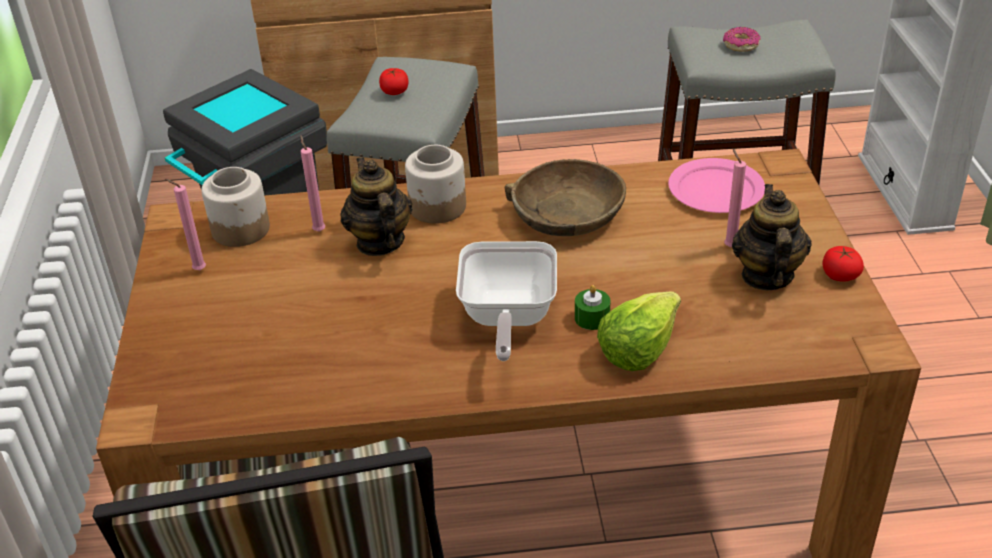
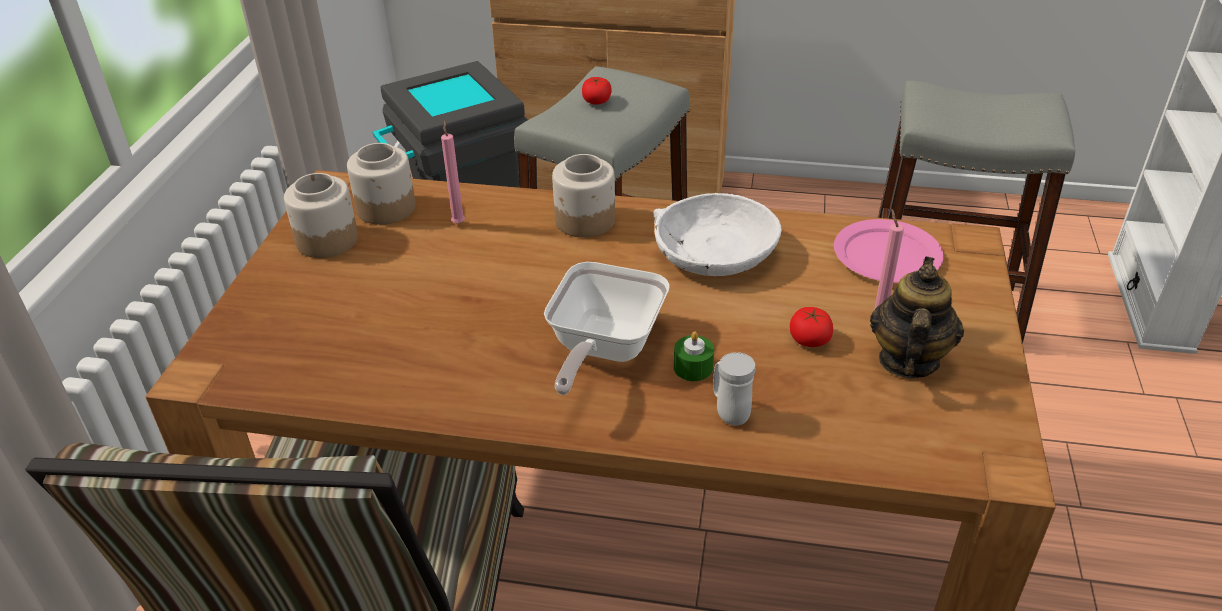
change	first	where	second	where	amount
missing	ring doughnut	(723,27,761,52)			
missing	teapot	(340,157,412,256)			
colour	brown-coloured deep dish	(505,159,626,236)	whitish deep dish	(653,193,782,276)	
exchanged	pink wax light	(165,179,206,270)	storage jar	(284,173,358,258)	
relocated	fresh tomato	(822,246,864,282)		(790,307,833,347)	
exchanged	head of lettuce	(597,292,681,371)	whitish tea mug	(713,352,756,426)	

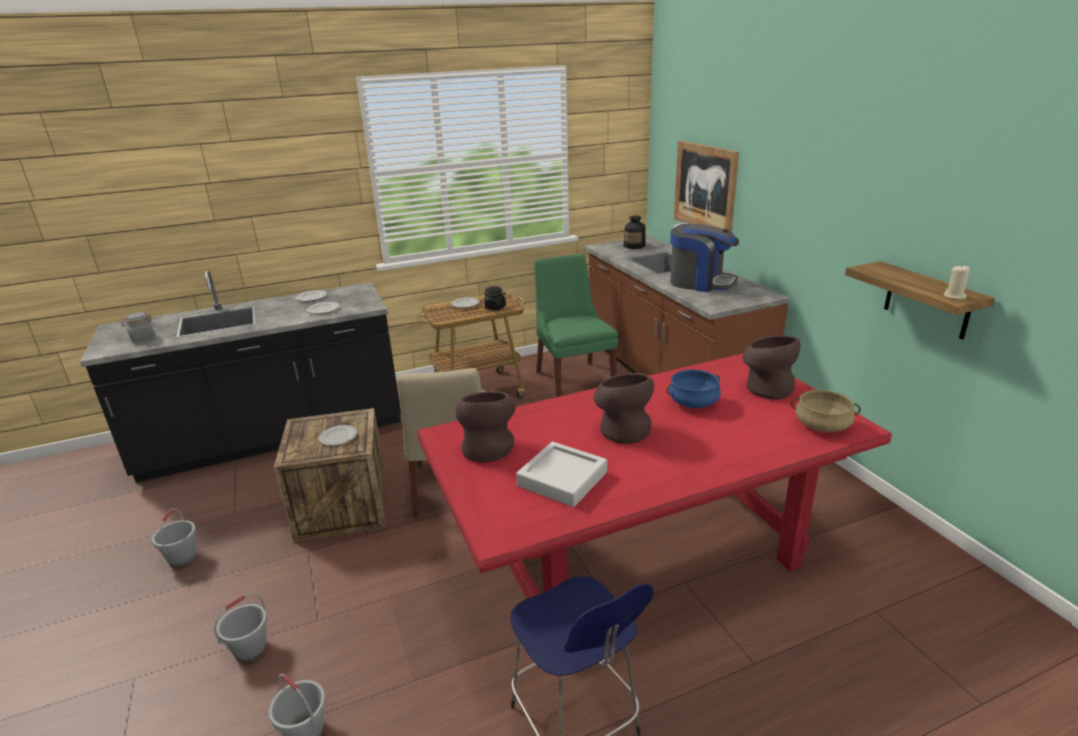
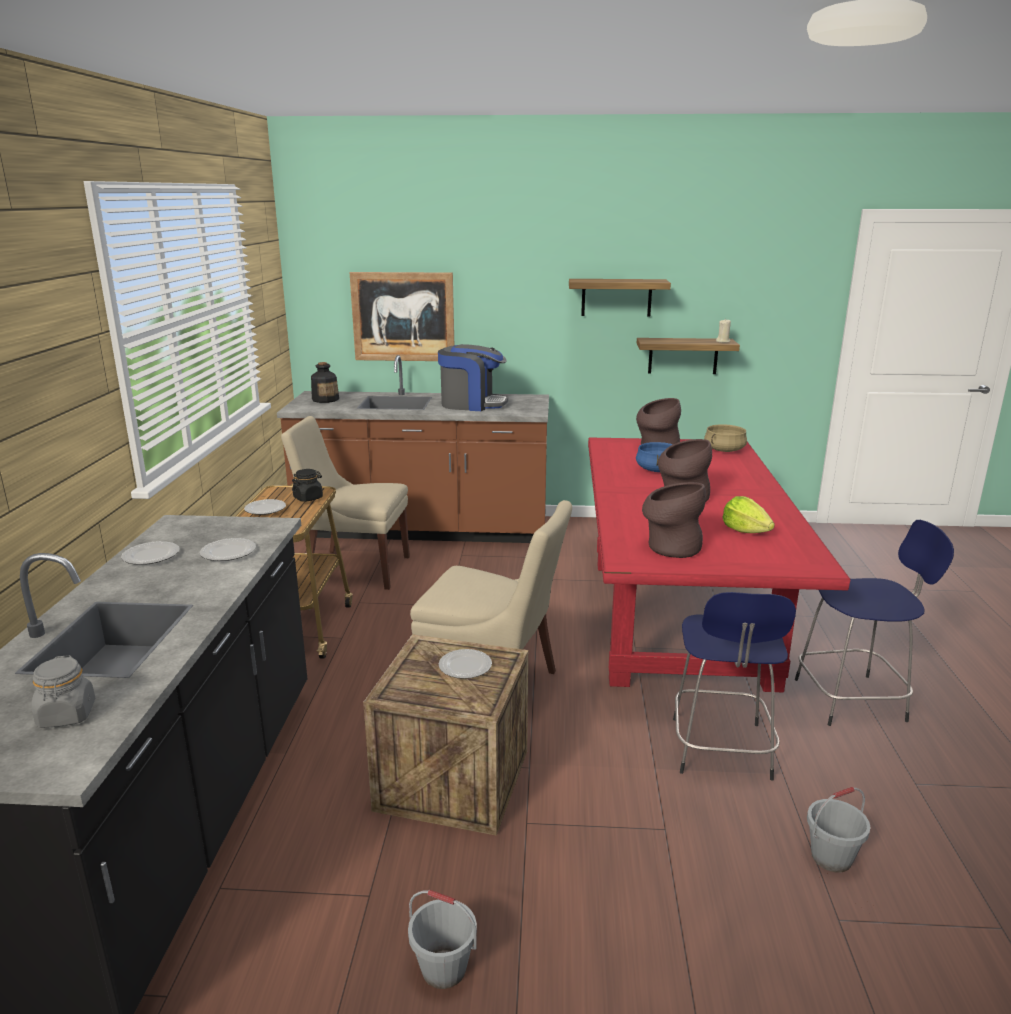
change	first	where	second	where	amount
spun	coffee machine	(670,224,739,292)		(438,344,508,411)	45 degrees clockwise
colour	greenish chair	(534,254,618,397)	beige-coloured chair	(281,416,410,590)	
exchanged	greyish serving tray	(516,442,607,507)	head of lettuce	(723,496,775,533)	
missing	greyish bucket	(214,594,267,662)			
appeared			shelf	(569,279,671,317)	
appeared			bluish sitting stool	(673,592,796,780)	

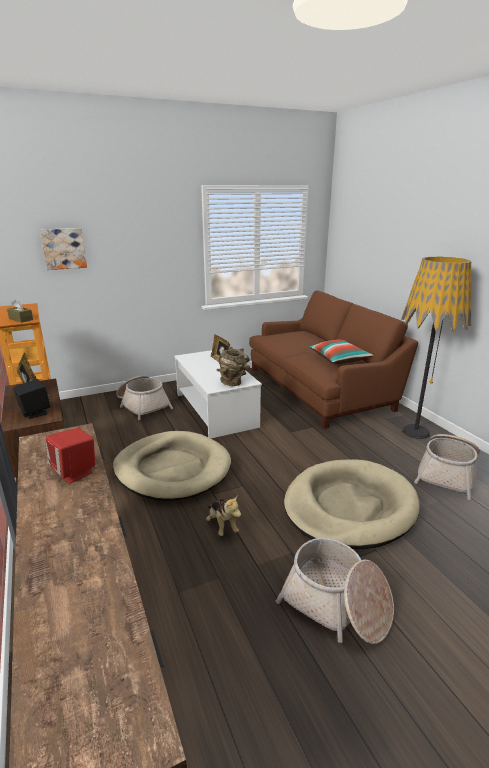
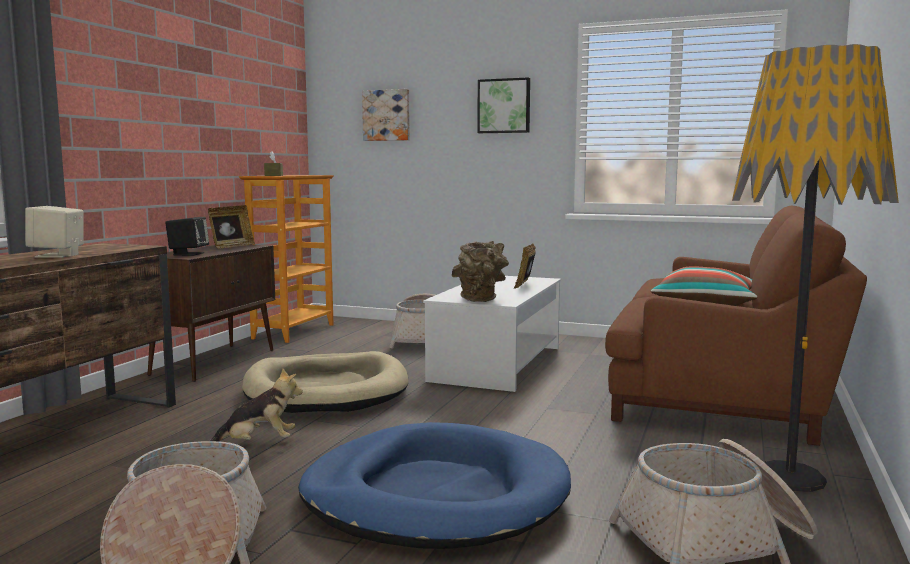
change	first	where	second	where	amount
colour	red loudspeaker	(46,428,95,484)	beige-coloured loudspeaker	(25,206,84,258)	
colour	beige-coloured dog bed	(284,459,420,550)	bluish dog bed	(298,422,571,549)	
spun	plush toy	(206,495,241,536)		(210,368,303,442)	120 degrees counterclockwise
appeared			wall picture	(477,77,530,133)	

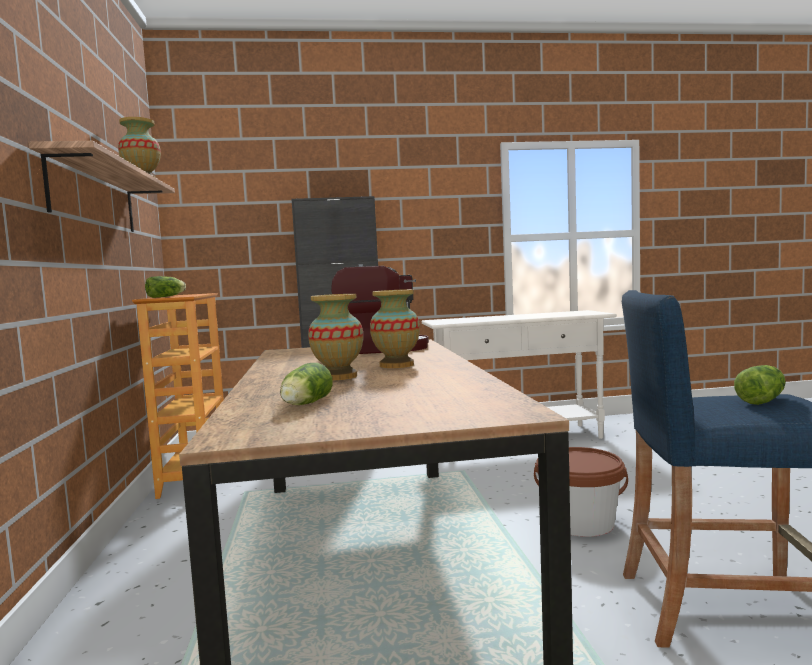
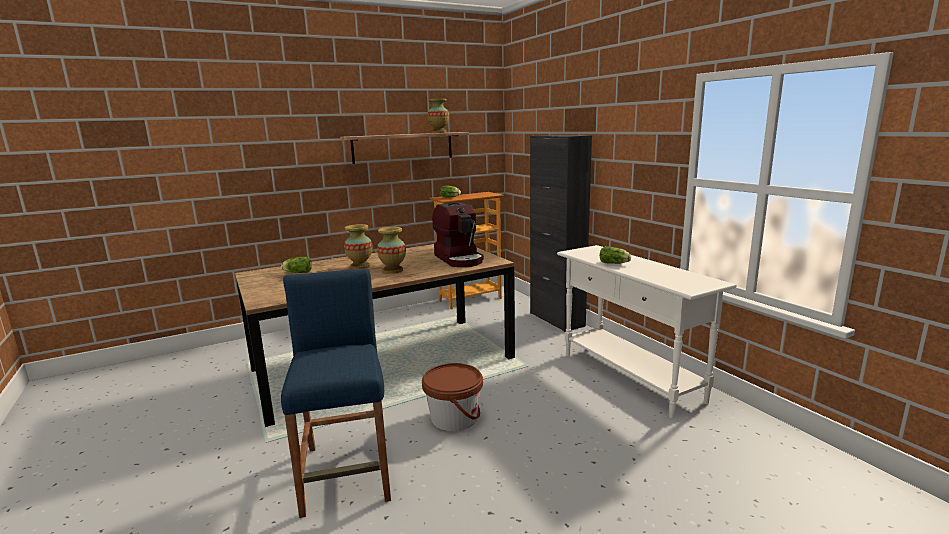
change	first	where	second	where	amount
relocated	head of lettuce	(734,365,786,405)		(600,246,631,264)	

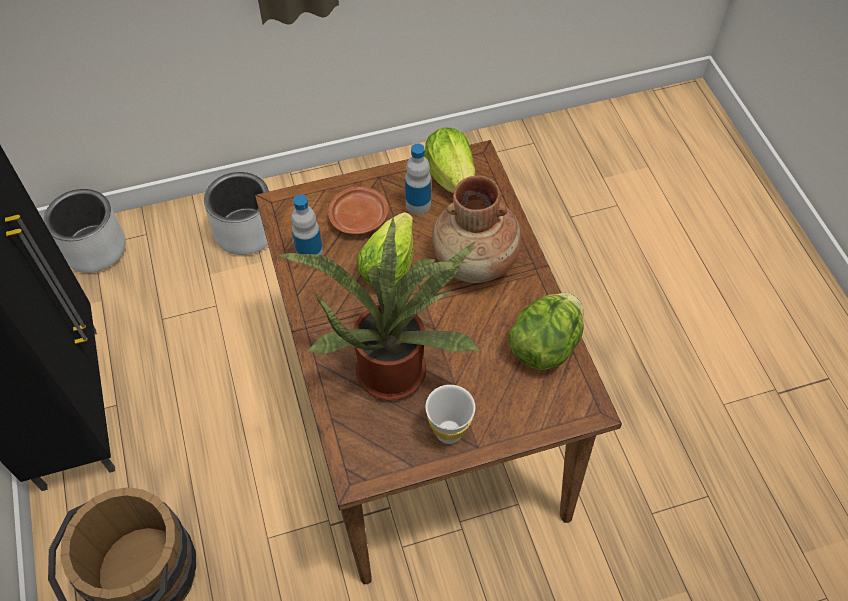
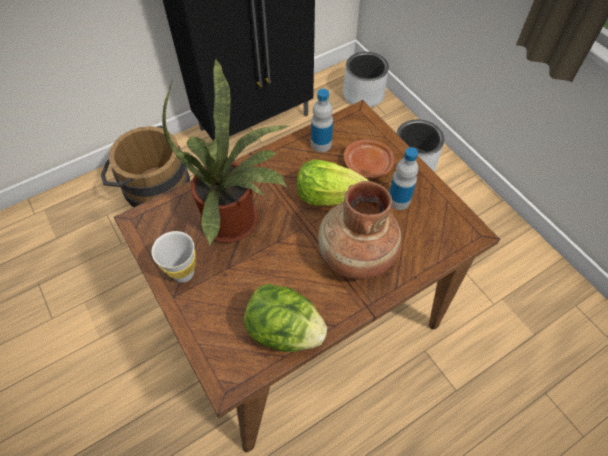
change	first	where	second	where	amount
missing	head of lettuce	(424,127,475,193)			

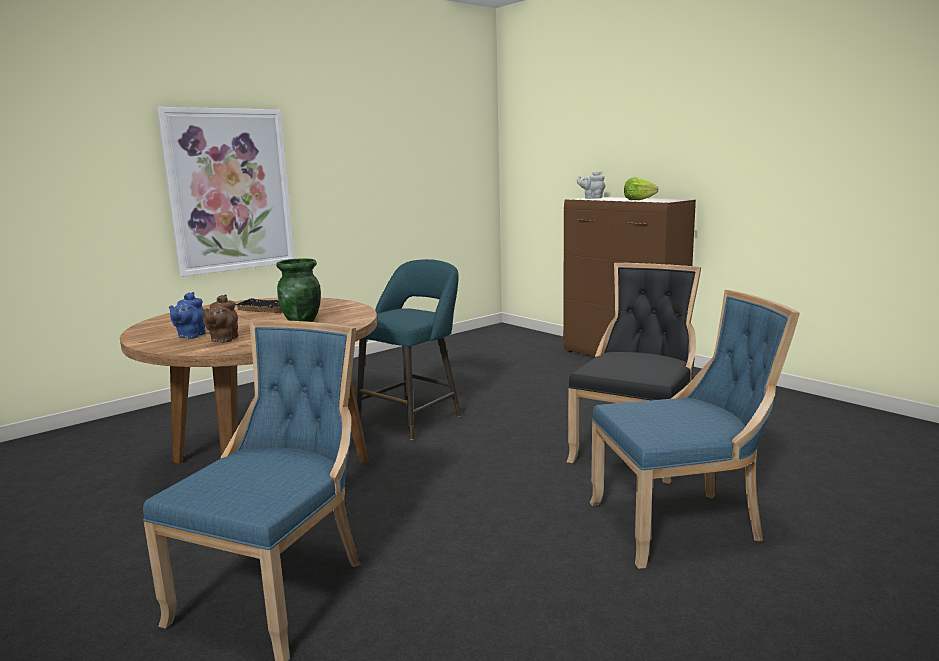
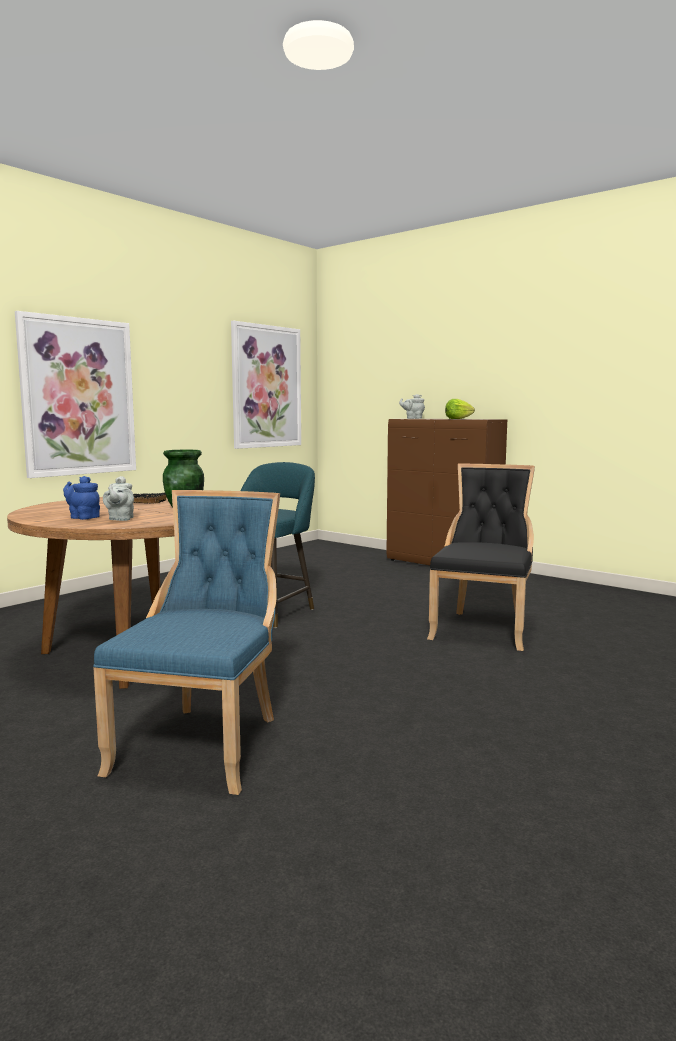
change	first	where	second	where	amount
missing	bluish chair	(590,290,800,569)			
spun	bluish teapot	(169,292,206,339)		(63,476,100,520)	120 degrees clockwise
colour	brown-coloured teapot	(203,294,238,343)	greyish teapot	(103,476,134,521)	
appeared			wall picture	(231,321,301,449)	

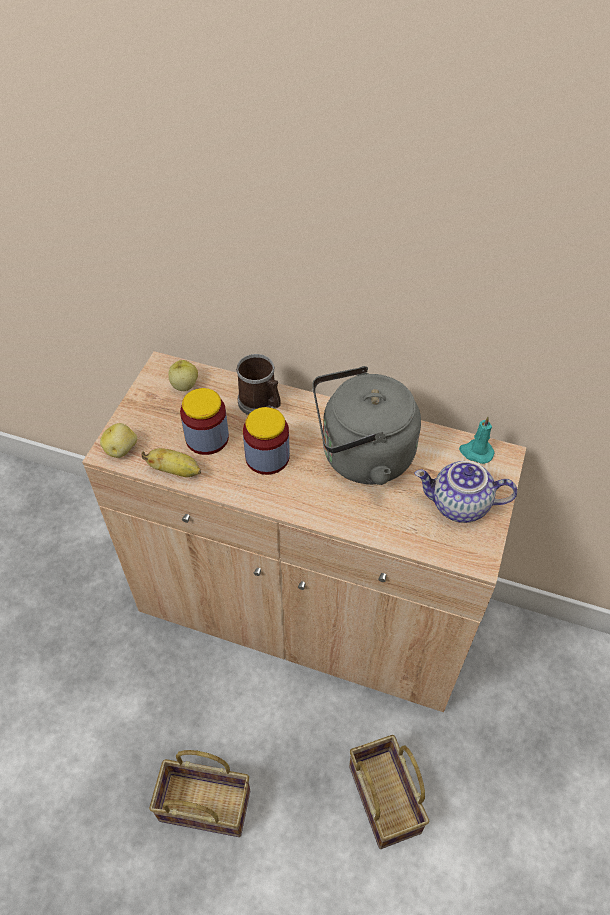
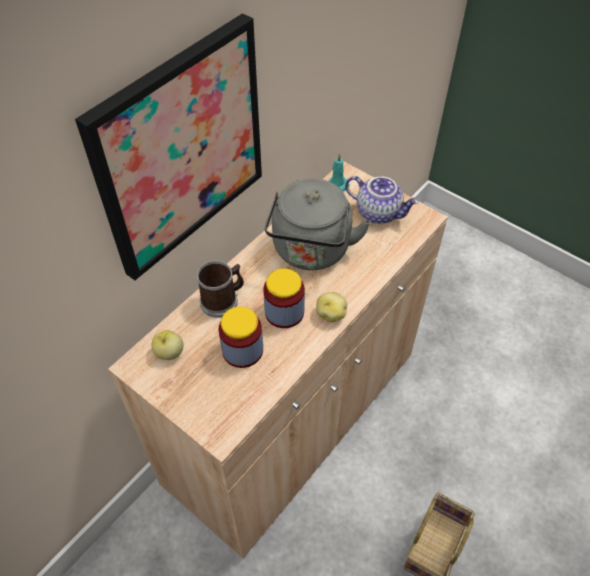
change	first	where	second	where	amount
relocated	potato	(100,423,137,458)		(316,292,347,322)	
missing	banana fruit	(141,448,201,477)			
spun	teapot	(414,461,517,523)		(345,176,419,224)	90 degrees counterclockwise
missing	storage basket	(349,735,429,849)			
appeared			wall picture	(75,13,262,280)	

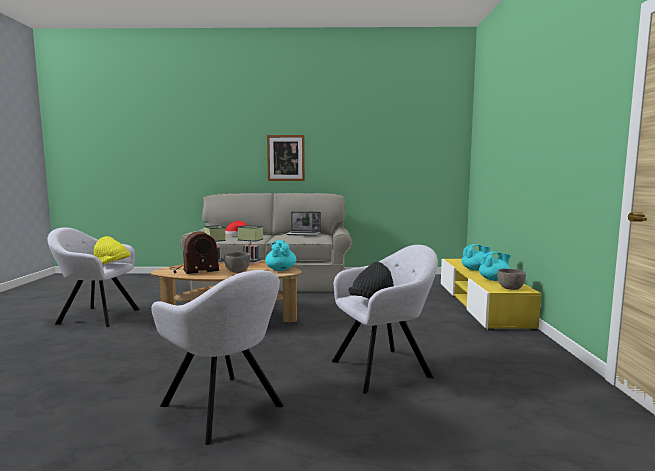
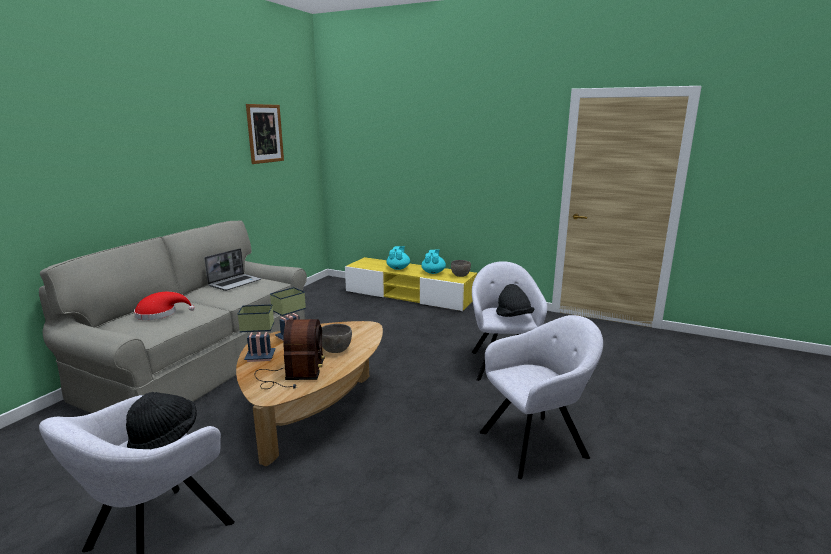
change	first	where	second	where	amount
relocated	wall picture	(267,135,305,181)		(246,104,284,164)	
colour	yellow-coloured hat	(94,236,130,264)	blackish hat	(126,392,197,449)	
missing	turquoise teapot	(265,240,296,271)			

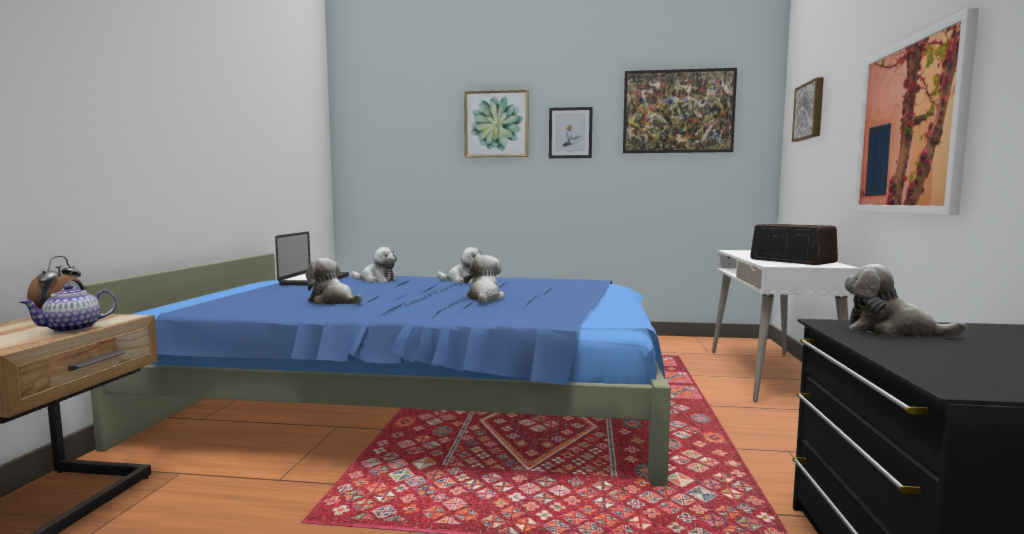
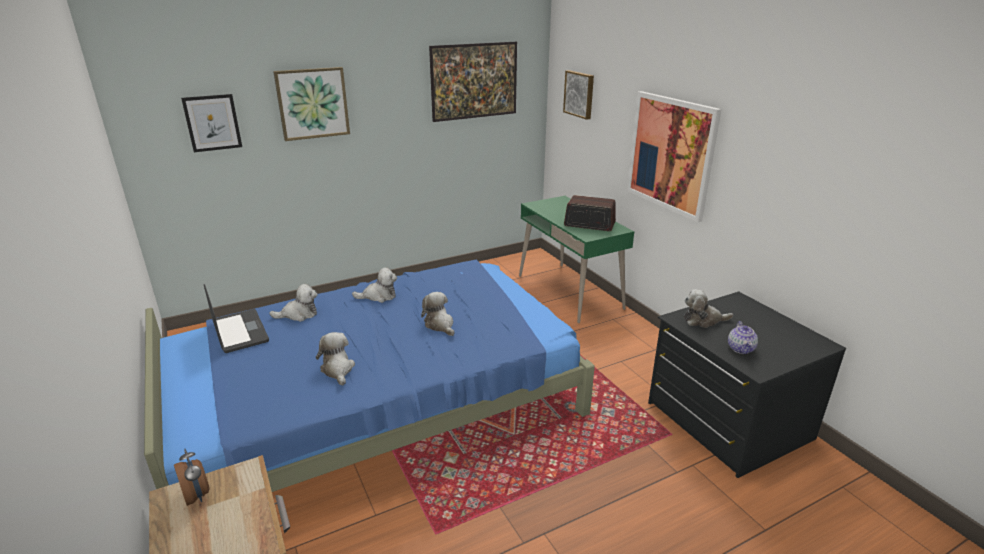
change	first	where	second	where	amount
relocated	wall picture	(549,107,593,158)		(181,94,242,152)	
colour	whitish desk unit	(712,250,860,402)	greenish desk unit	(519,196,634,323)	
spun	plush toy	(306,258,362,305)		(316,332,355,386)	75 degrees clockwise
relocated	teapot	(20,285,117,333)		(728,321,758,354)	

